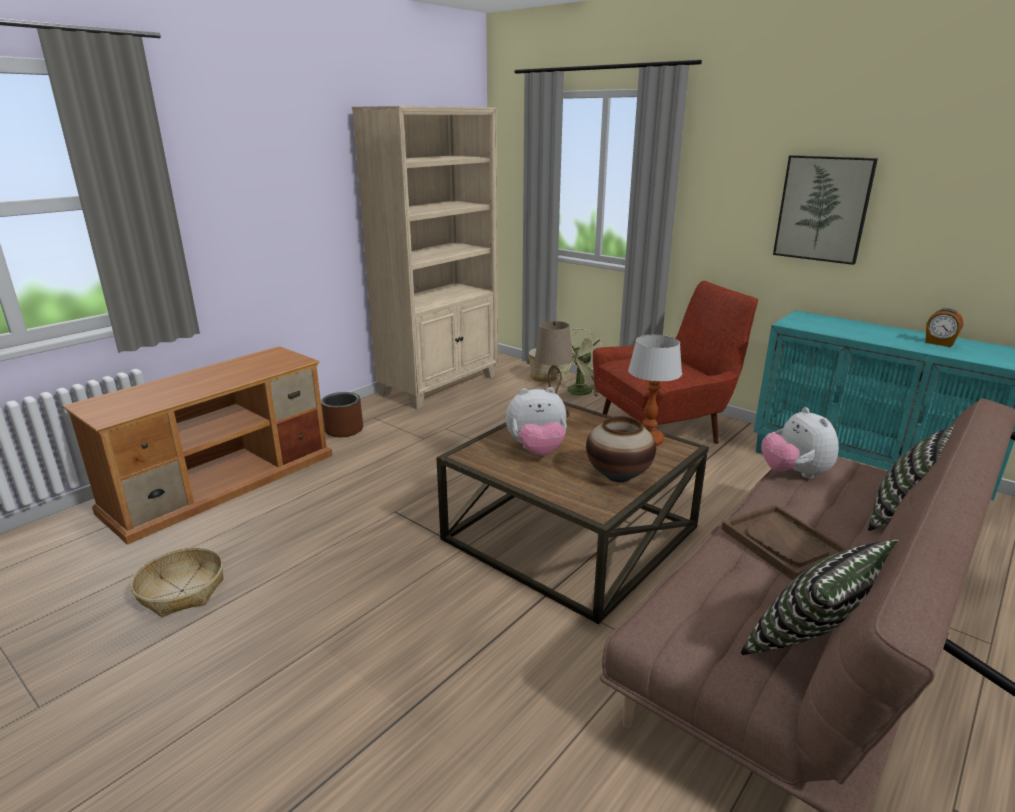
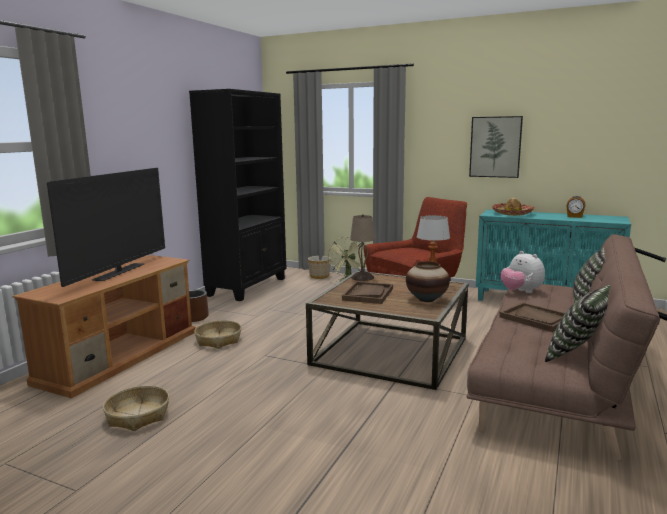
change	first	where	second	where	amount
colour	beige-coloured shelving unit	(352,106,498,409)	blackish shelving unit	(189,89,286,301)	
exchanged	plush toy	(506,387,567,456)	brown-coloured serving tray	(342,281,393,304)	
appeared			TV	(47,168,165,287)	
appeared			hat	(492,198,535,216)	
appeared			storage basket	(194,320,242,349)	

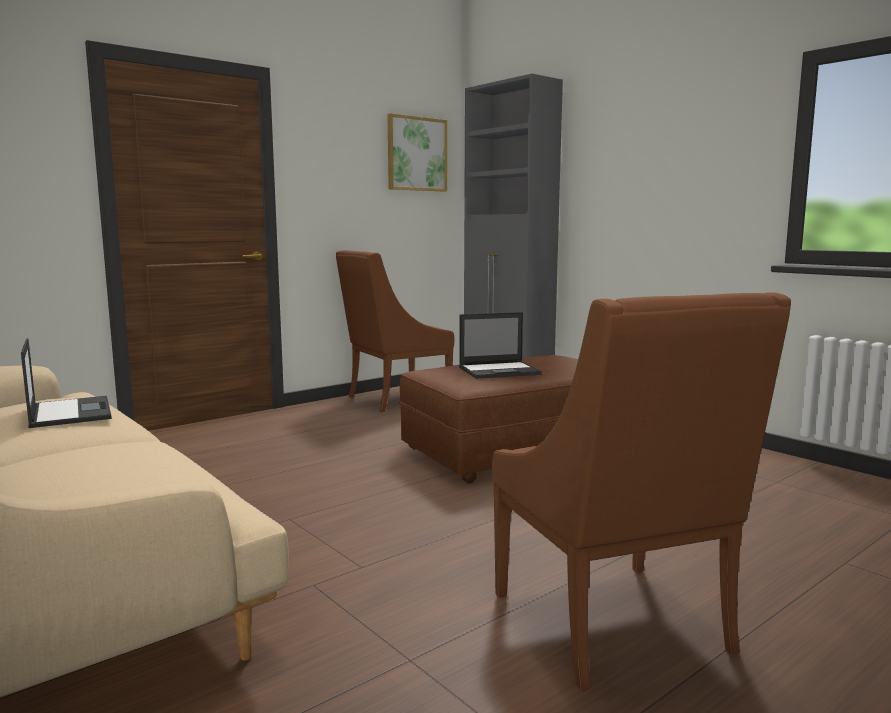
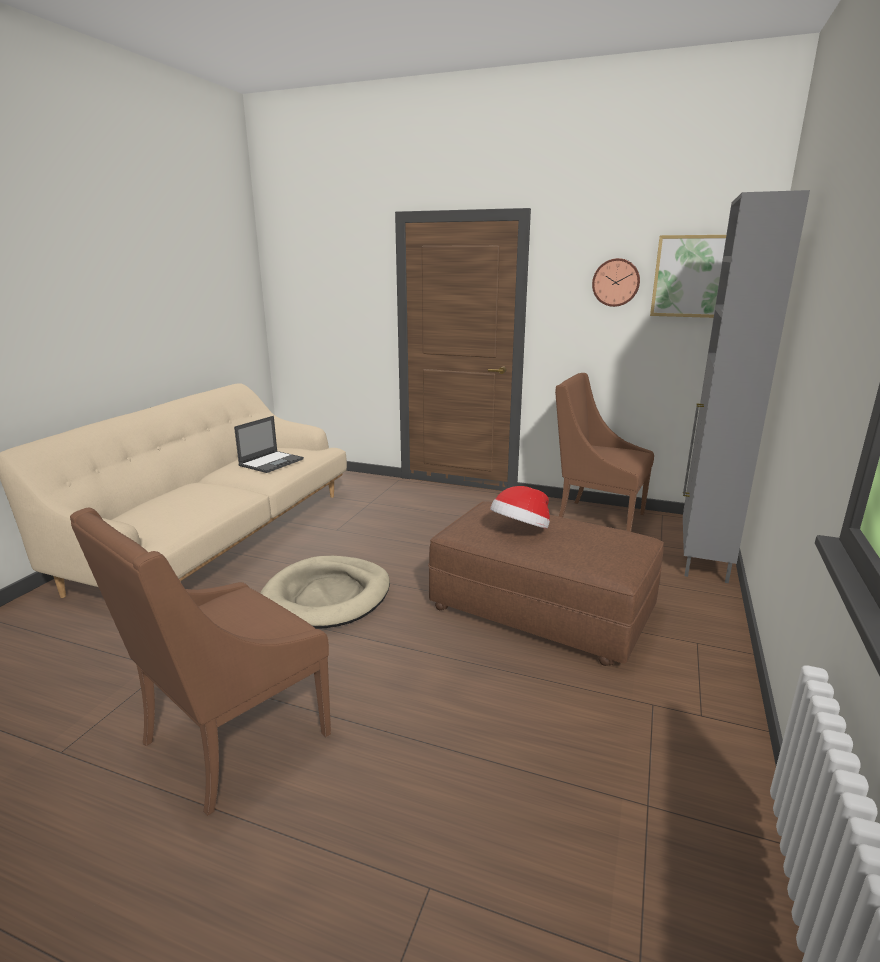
change	first	where	second	where	amount
exchanged	laptop	(459,312,542,379)	hat	(490,486,550,529)	
appeared			hanging clock	(592,258,640,307)	
appeared			beige-coloured dog bed	(260,556,390,629)	

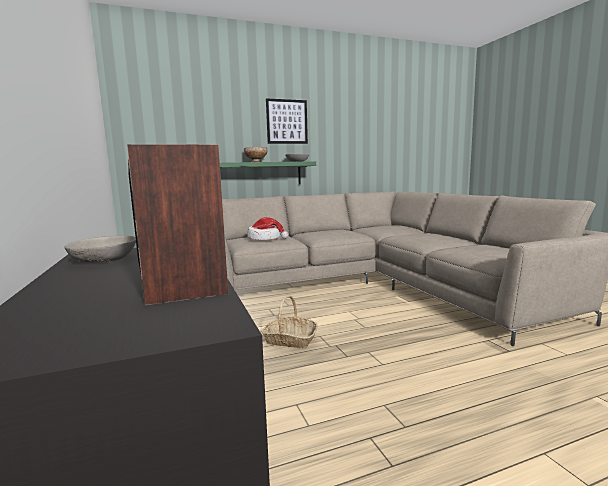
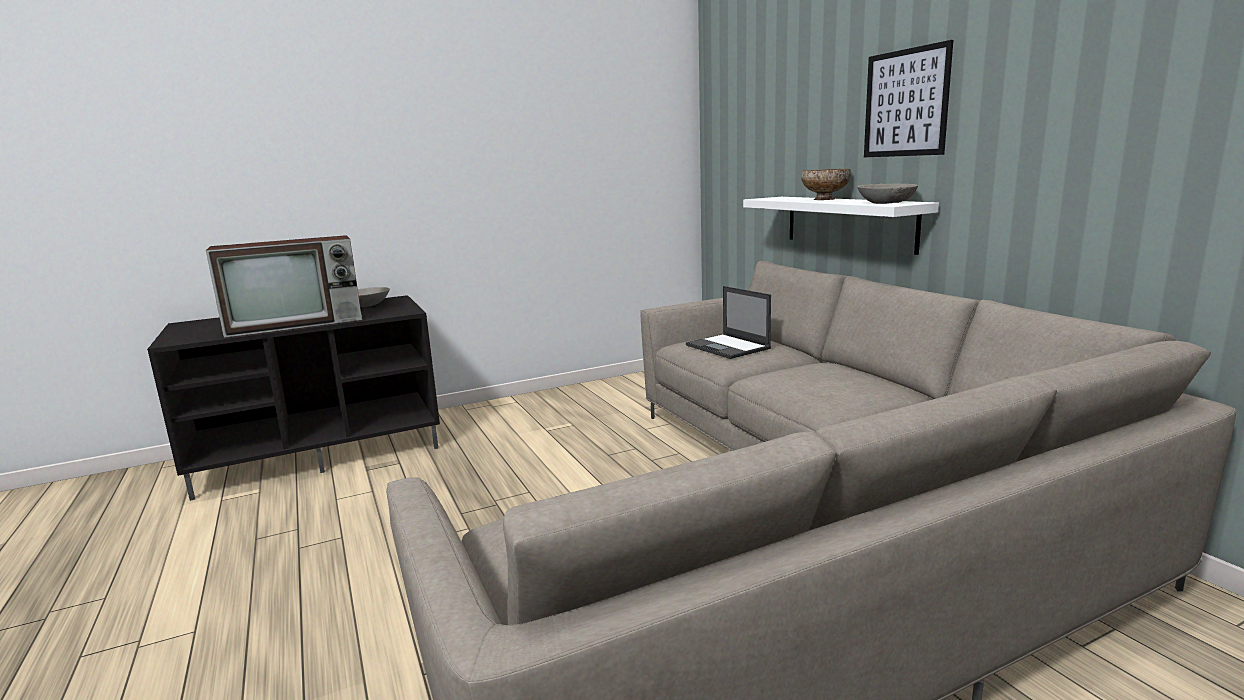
change	first	where	second	where	amount
colour	greenish shelf	(220,161,316,184)	whitish shelf	(743,197,939,255)	
exchanged	hat	(247,217,289,240)	laptop	(686,286,771,359)	
missing	storage basket	(262,296,318,349)			

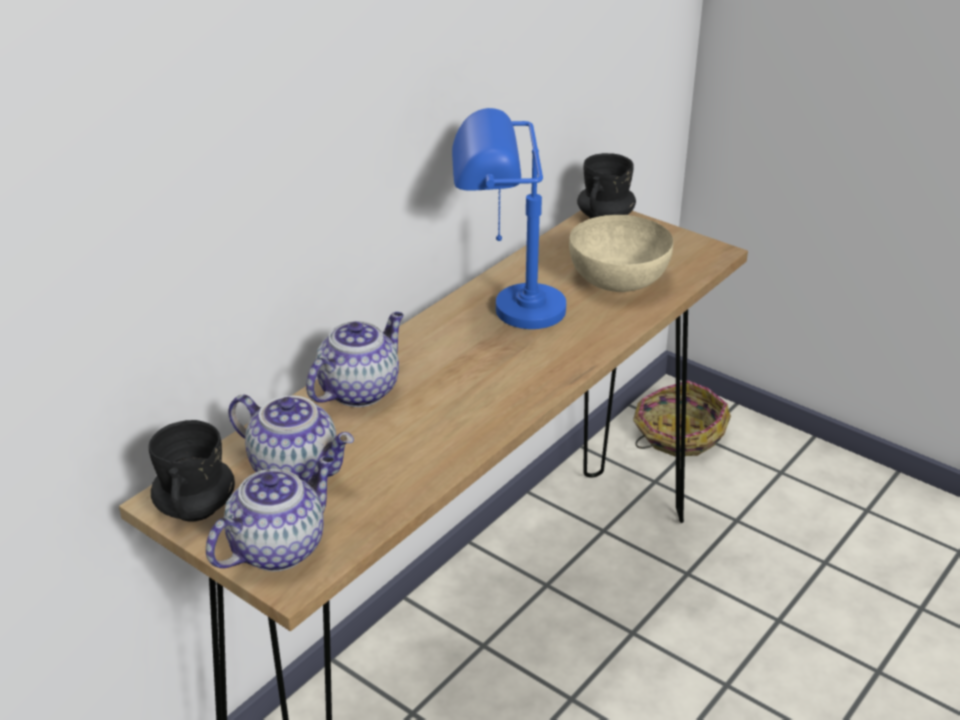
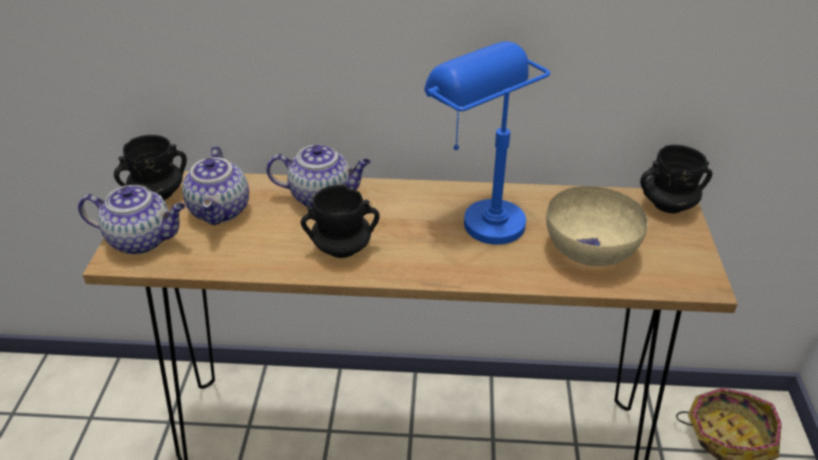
change	first	where	second	where	amount
appeared			blackish tea mug	(301,185,380,258)	

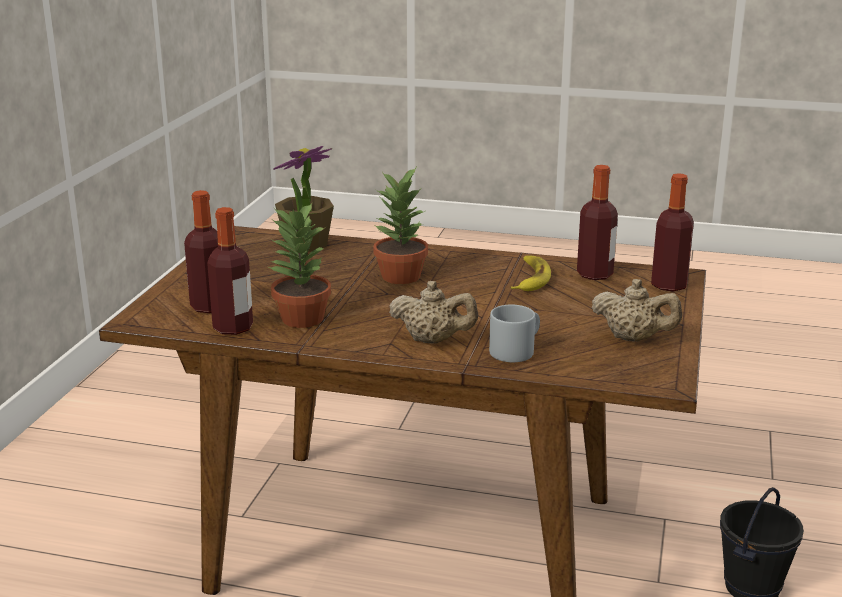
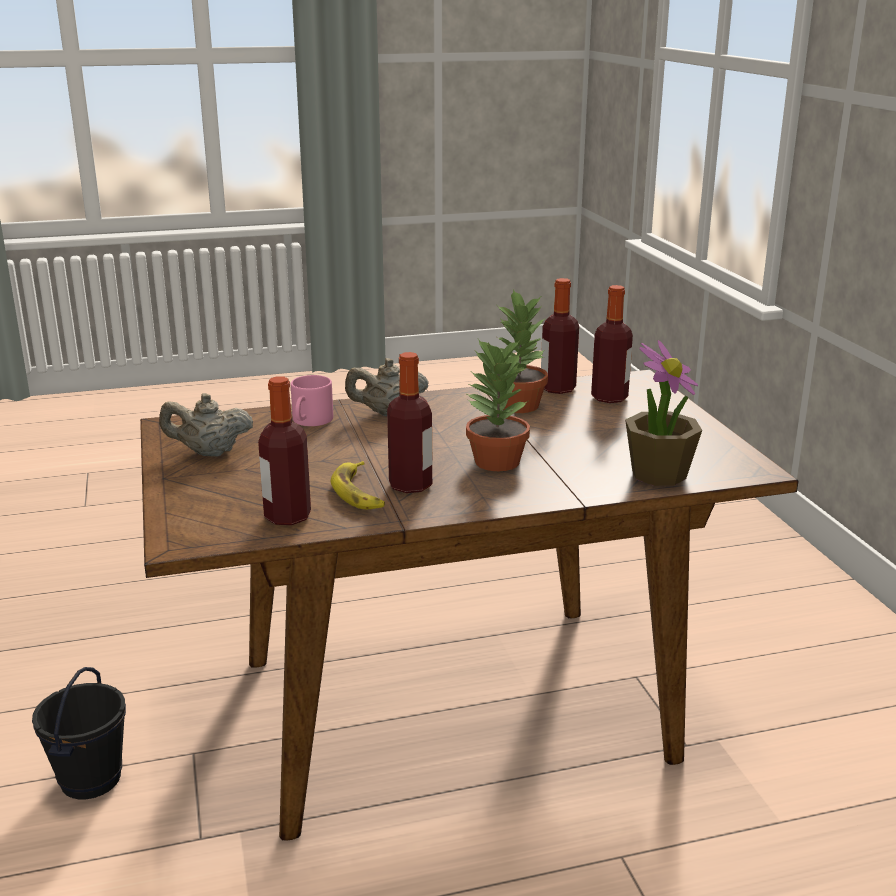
change	first	where	second	where	amount
relocated	bottle	(651,173,694,292)		(387,352,432,493)	
colour	greyish tea mug	(489,305,540,362)	pink tea mug	(291,375,333,426)	

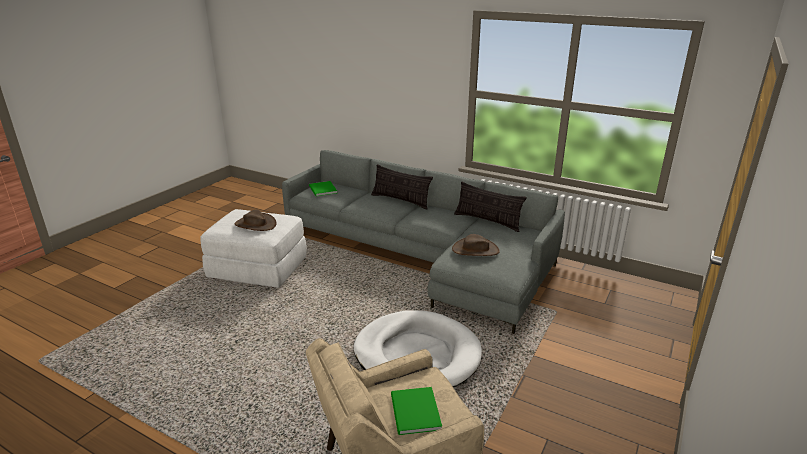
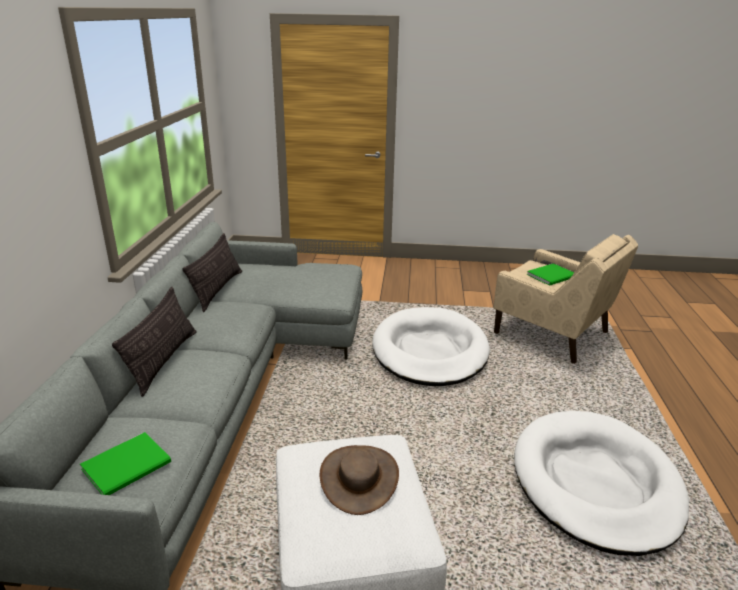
change	first	where	second	where	amount
missing	brown-coloured hat	(452,234,500,256)			
appeared			whitish dog bed	(514,411,689,556)	

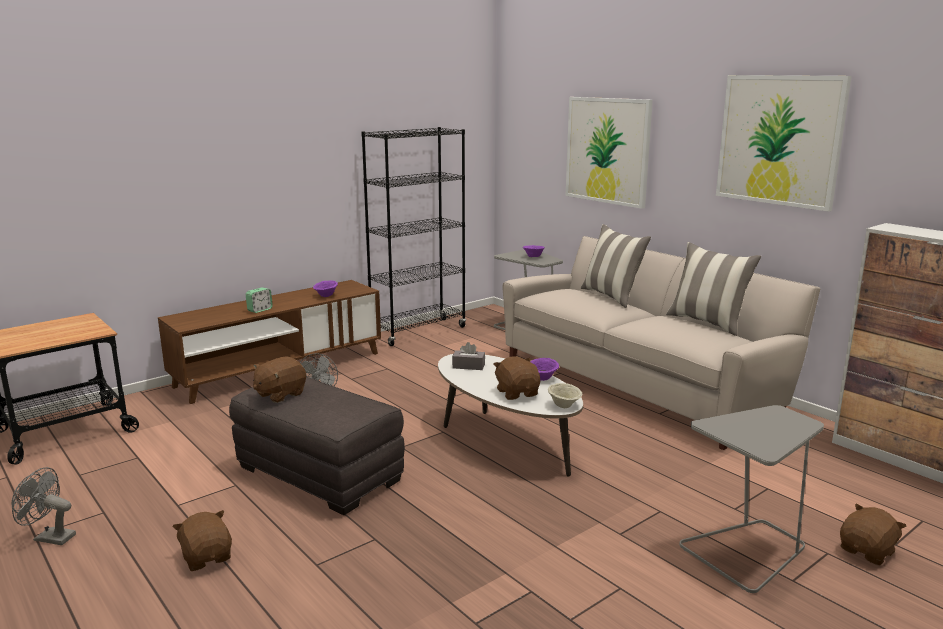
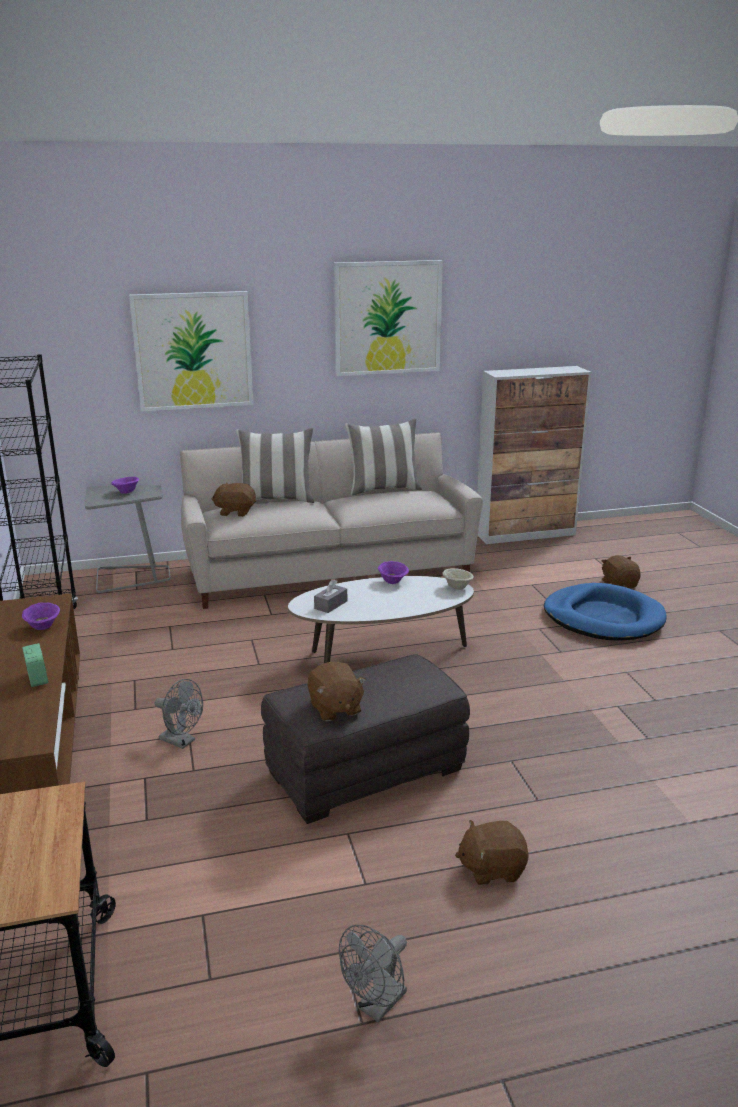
change	first	where	second	where	amount
relocated	brown-coloured plush toy	(493,357,540,400)		(211,483,256,517)	
exchanged	greyish side table	(679,405,824,593)	bluish dog bed	(544,583,667,641)	

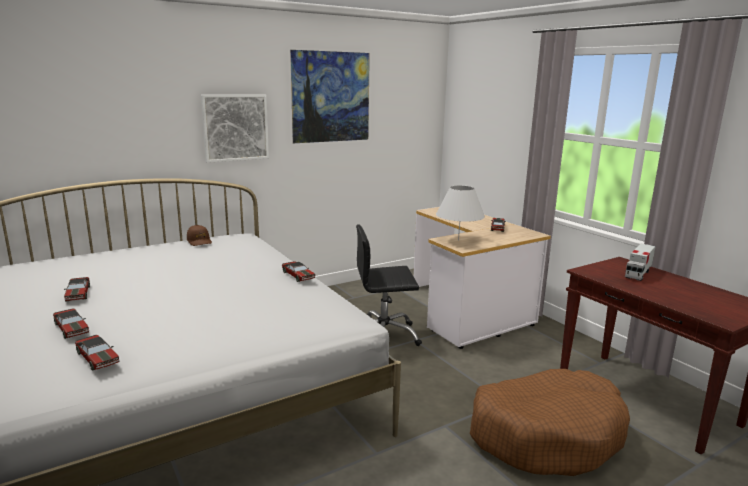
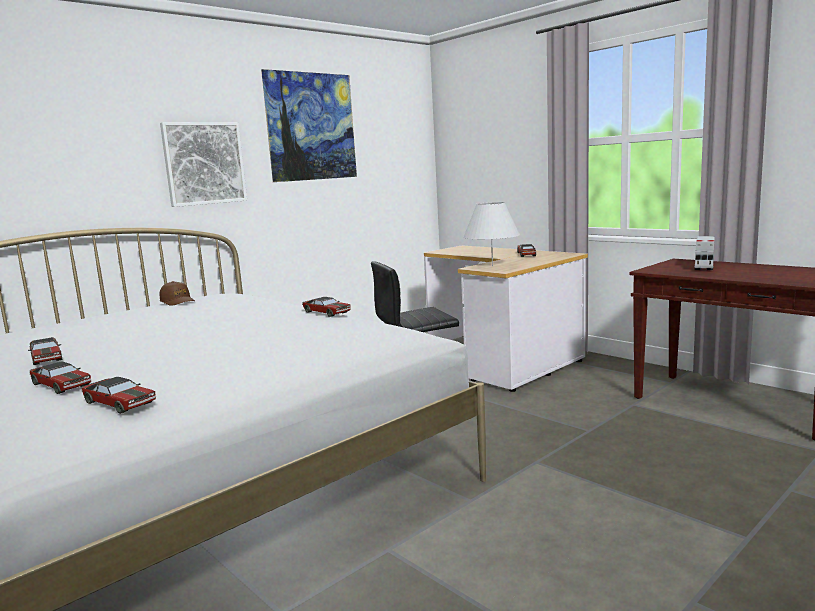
change	first	where	second	where	amount
missing	brown-coloured dog bed	(470,369,630,476)			

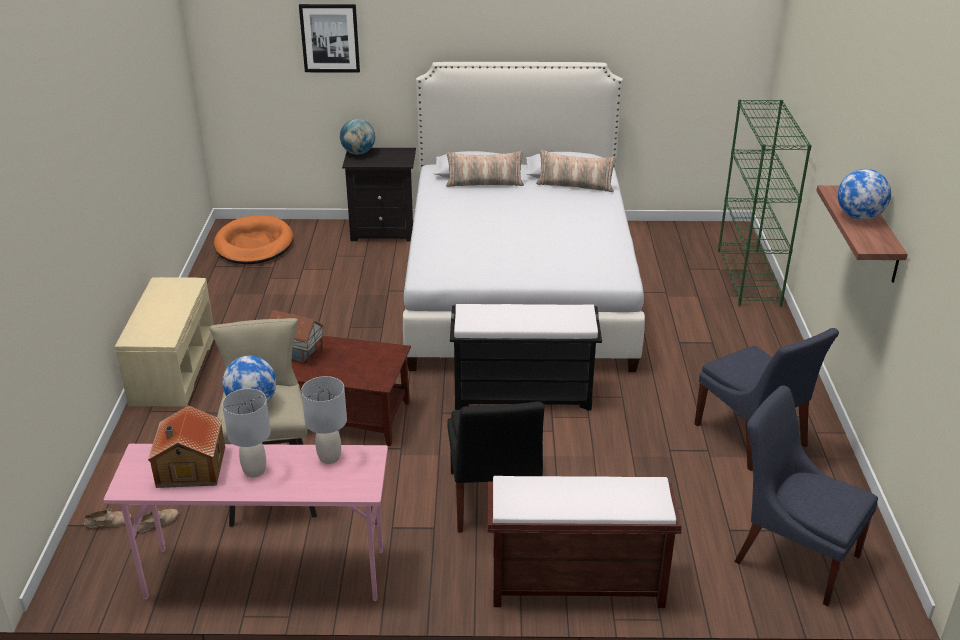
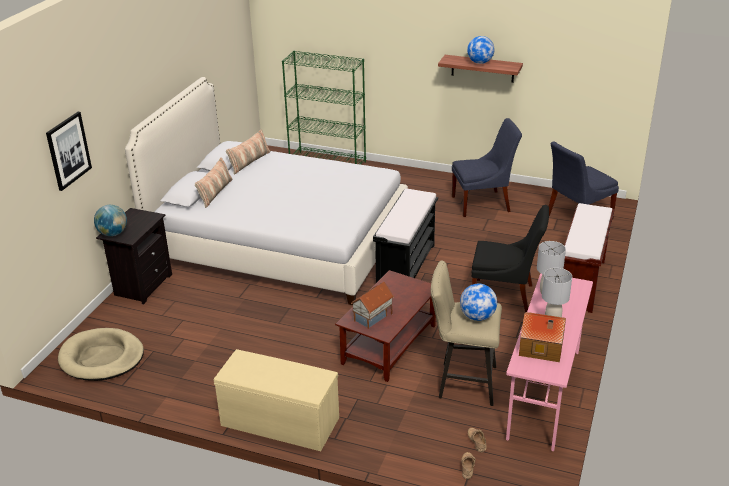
change	first	where	second	where	amount
colour	orangey dog bed	(214,215,293,264)	beige-coloured dog bed	(58,328,144,381)	

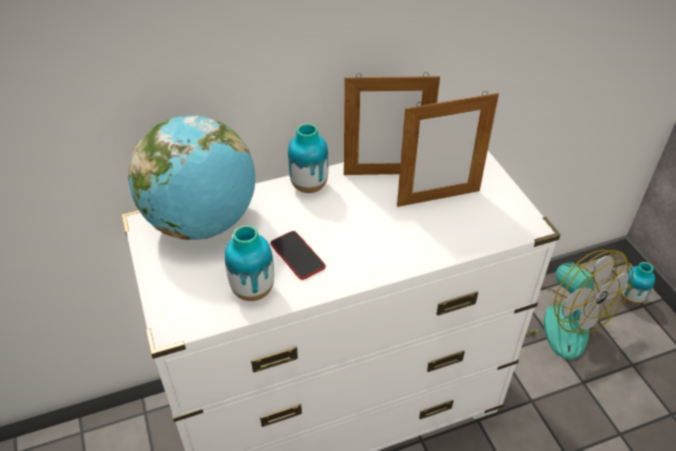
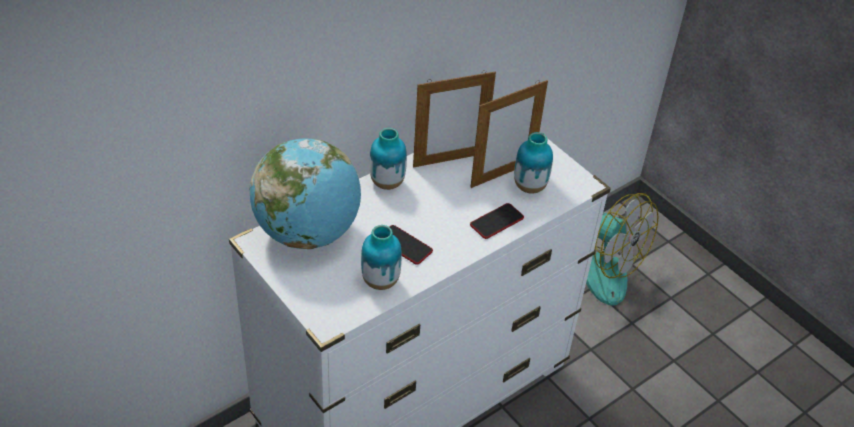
change	first	where	second	where	amount
relocated	decorative vase	(620,262,655,305)		(514,132,553,194)	
appeared			telephone	(470,203,524,239)	

